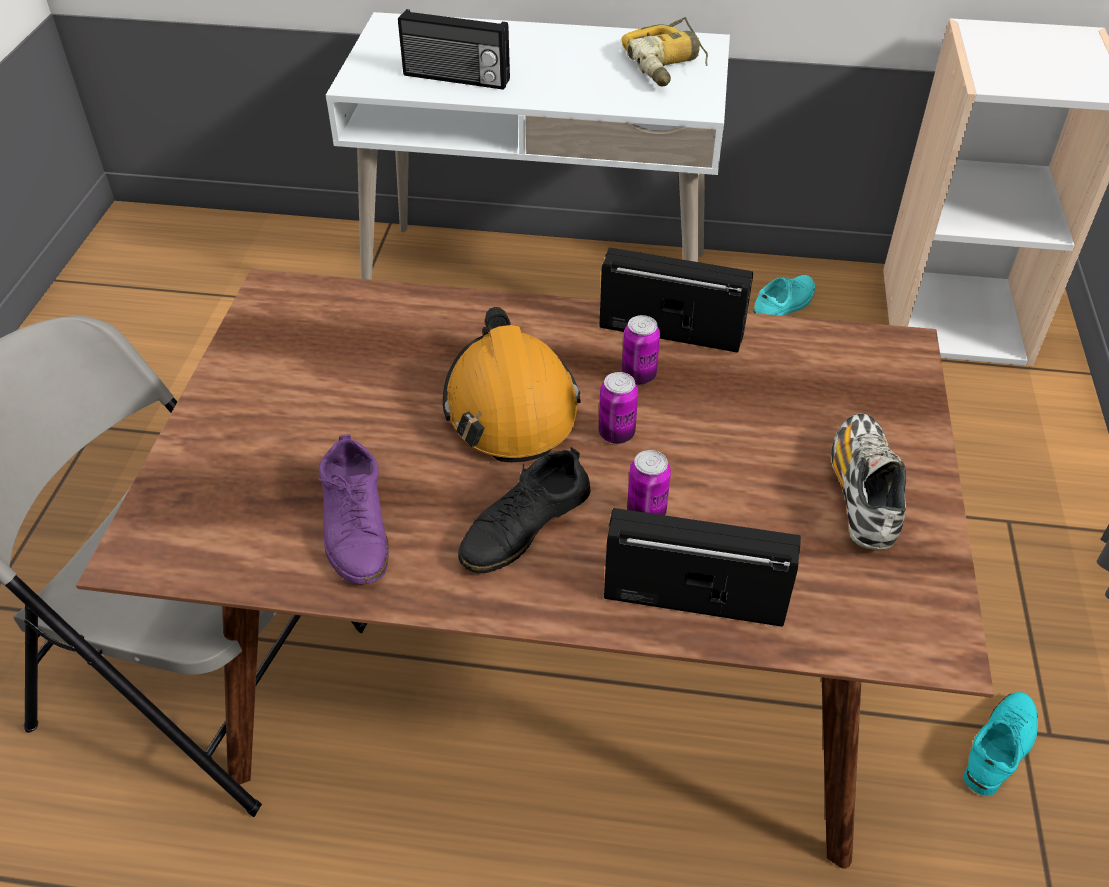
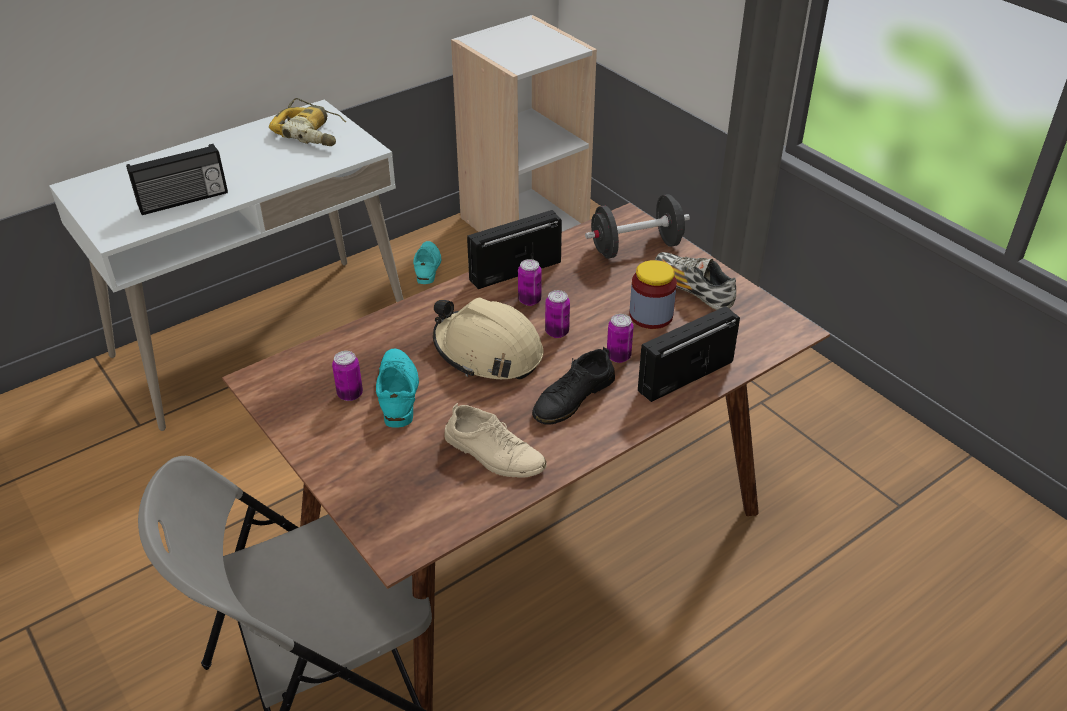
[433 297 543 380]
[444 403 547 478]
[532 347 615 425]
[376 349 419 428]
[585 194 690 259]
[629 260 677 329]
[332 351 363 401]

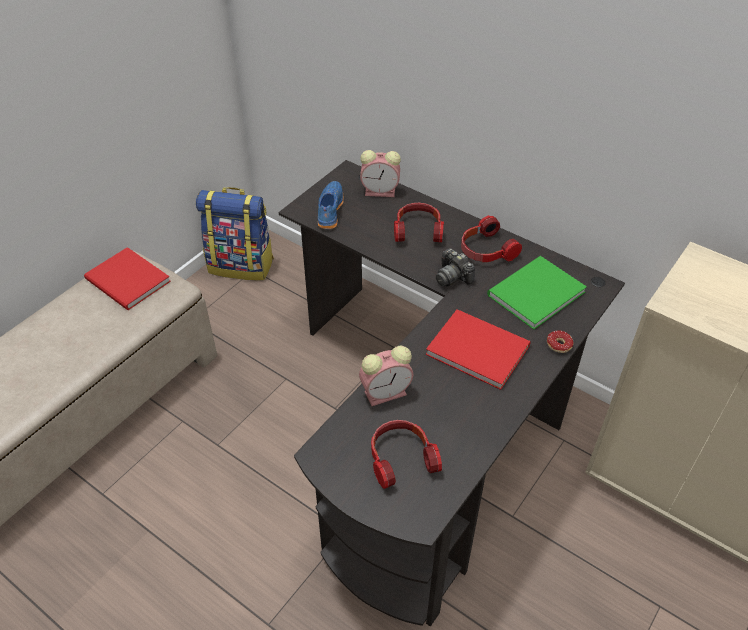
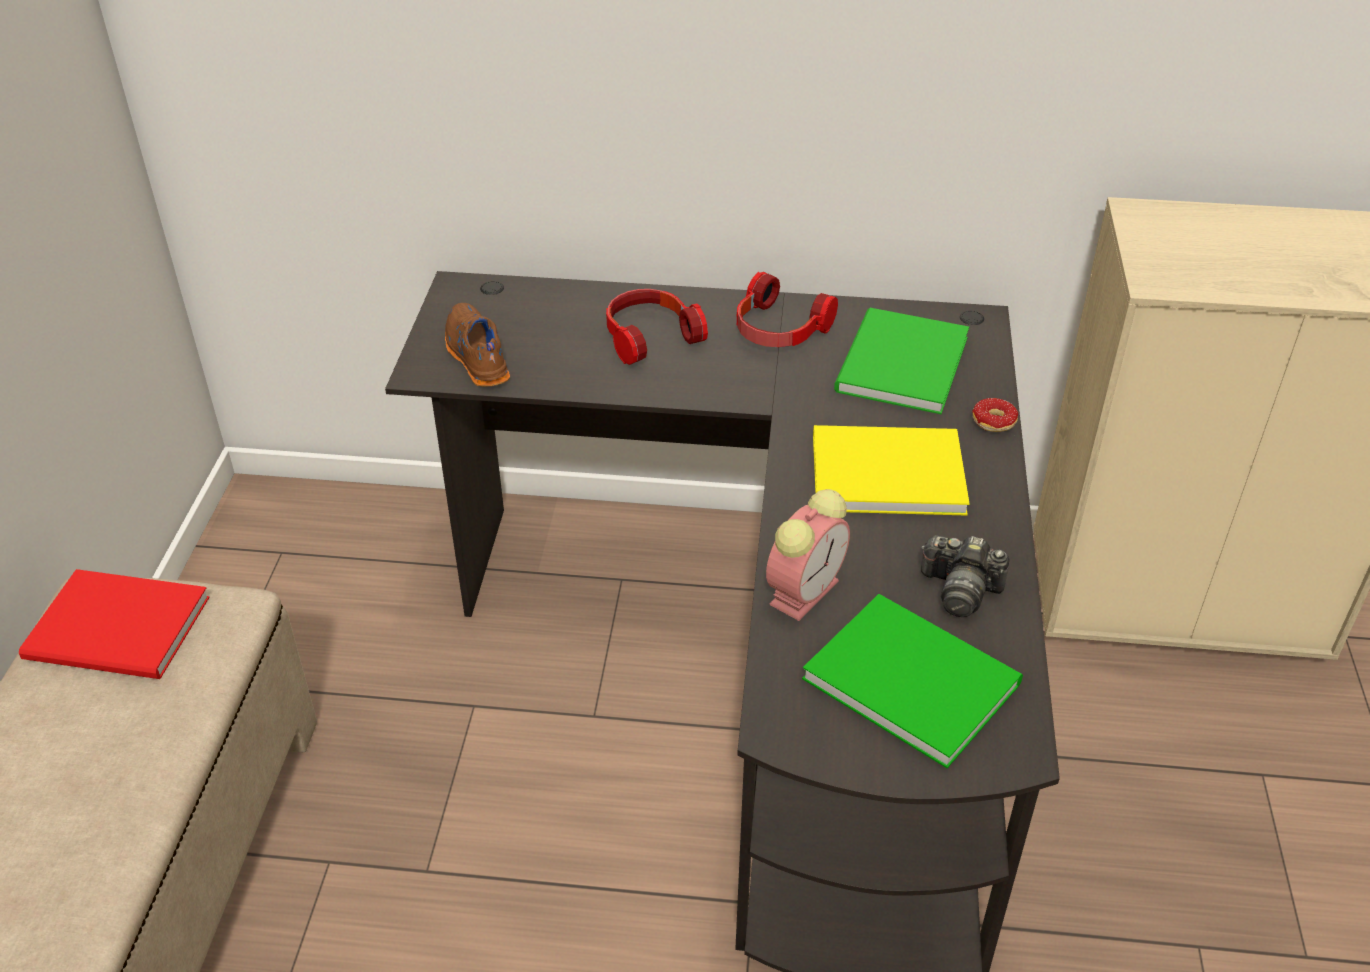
[360 150 401 197] (first image)
[445 303 510 387]
[196 187 274 280] (first image)
[921 535 1010 617]
[813 425 970 516]
[802 594 1023 768]

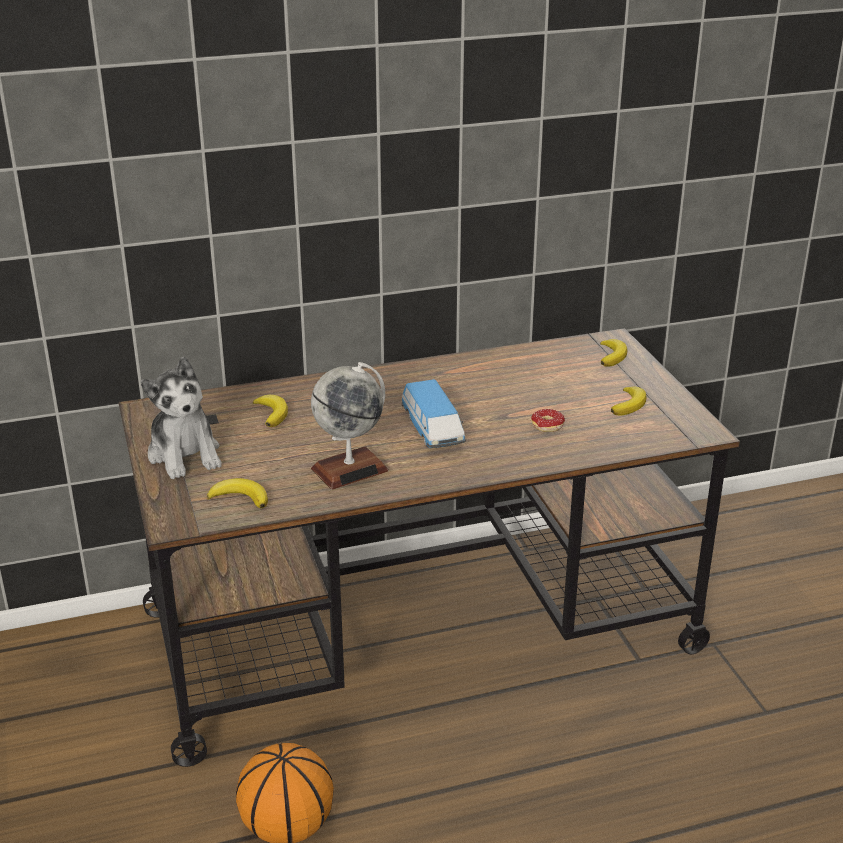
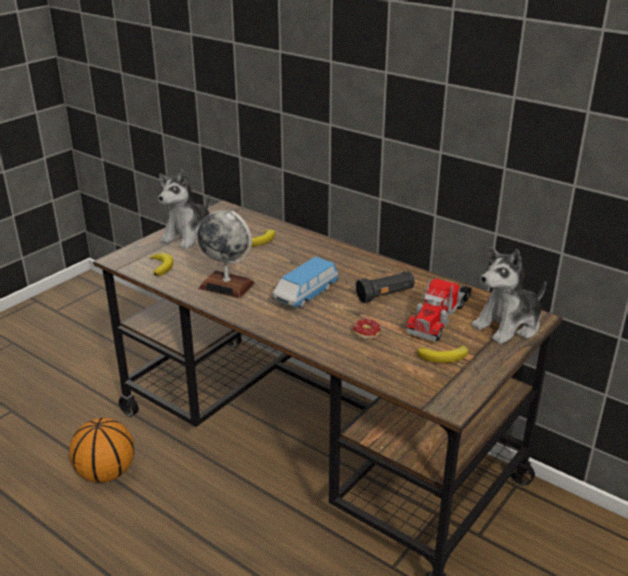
[472 247 547 344]
[355 271 415 303]
[407 278 472 341]

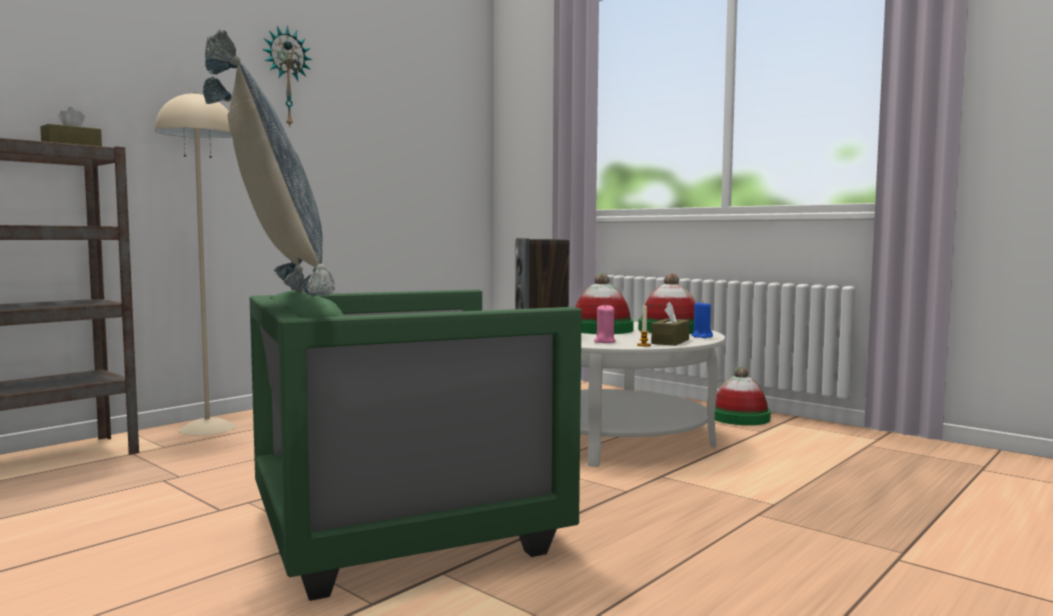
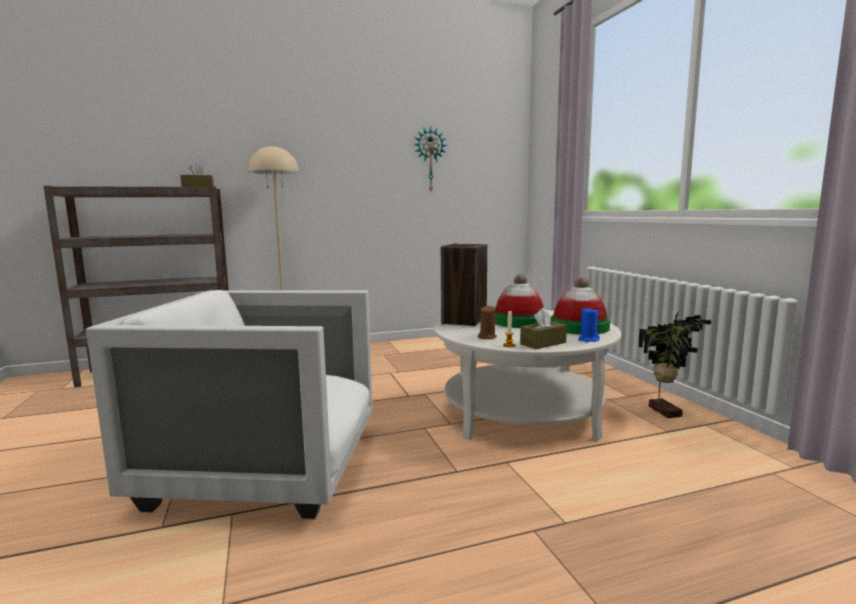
[414 126 447 191]
[202 29 335 297] (first image)
[86 290 373 519]
[478 305 497 339]
[638 312 711 418]

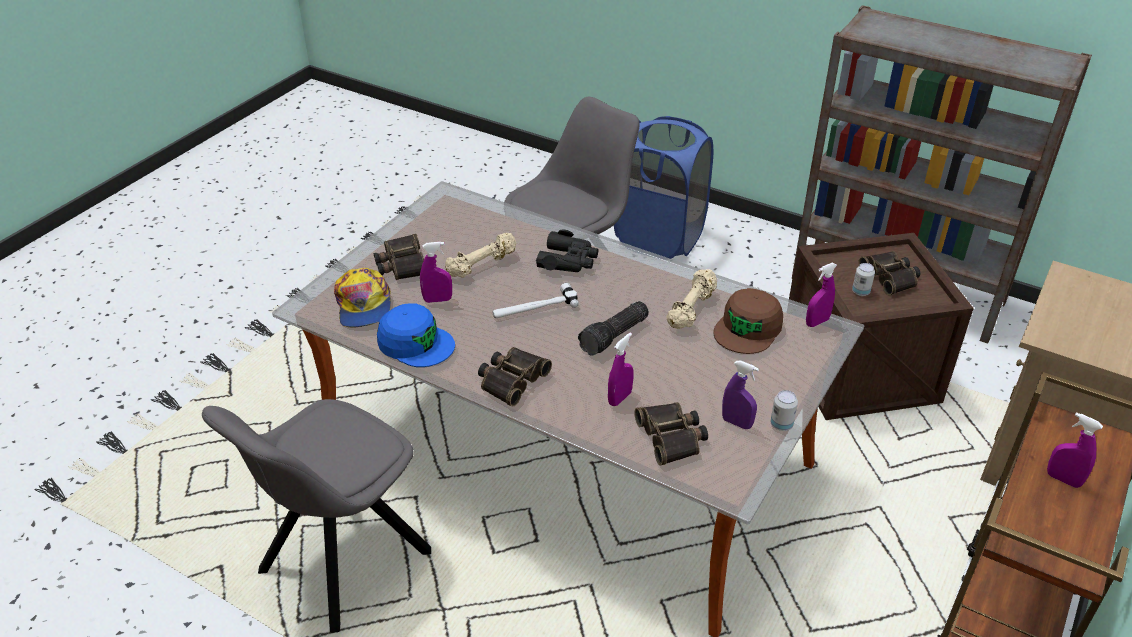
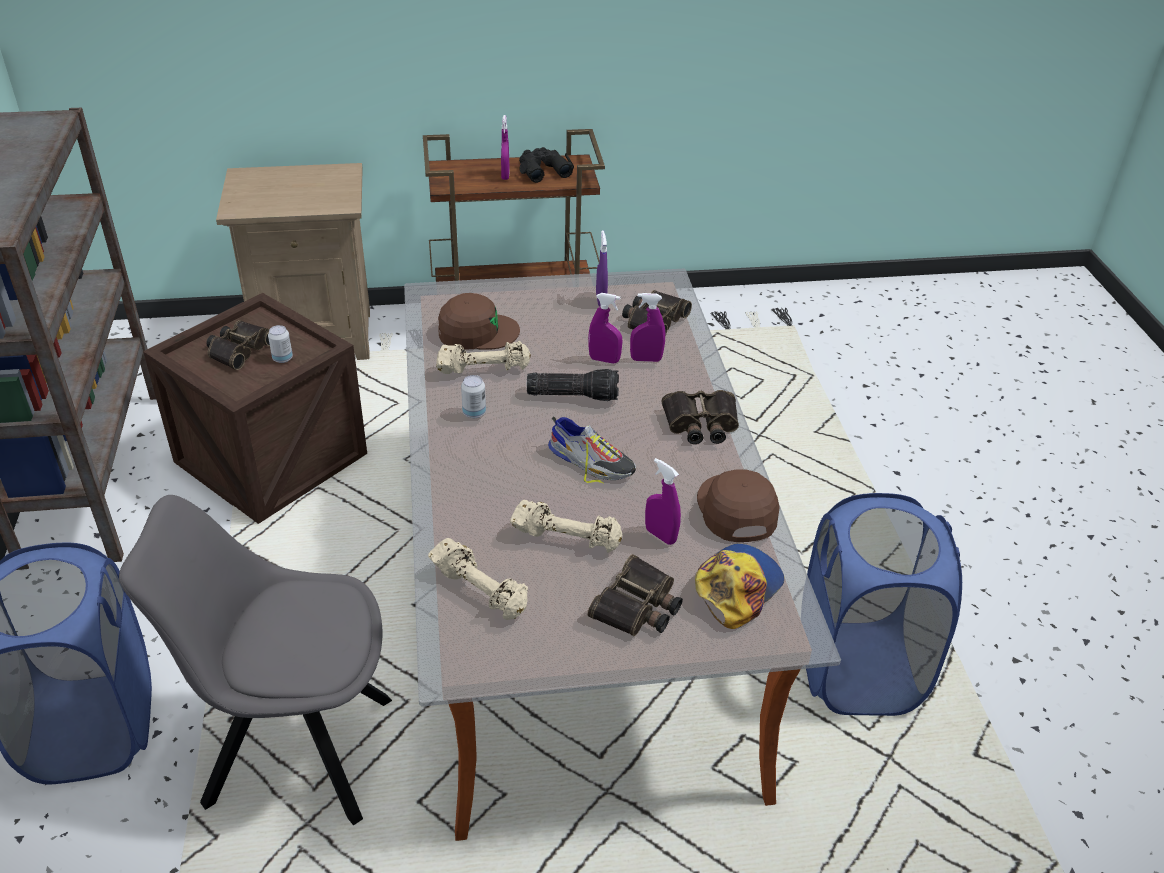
[519 147 574 183]
[588 293 622 364]
[548 416 636 483]
[697 469 780 542]
[461 375 486 418]
[806 493 962 716]
[428 538 528 620]

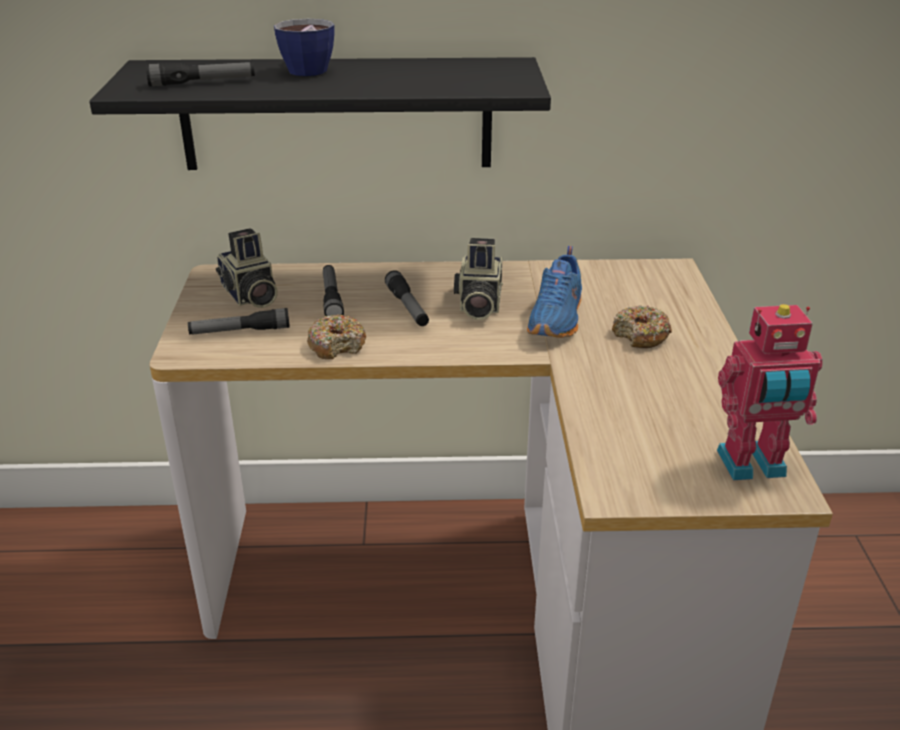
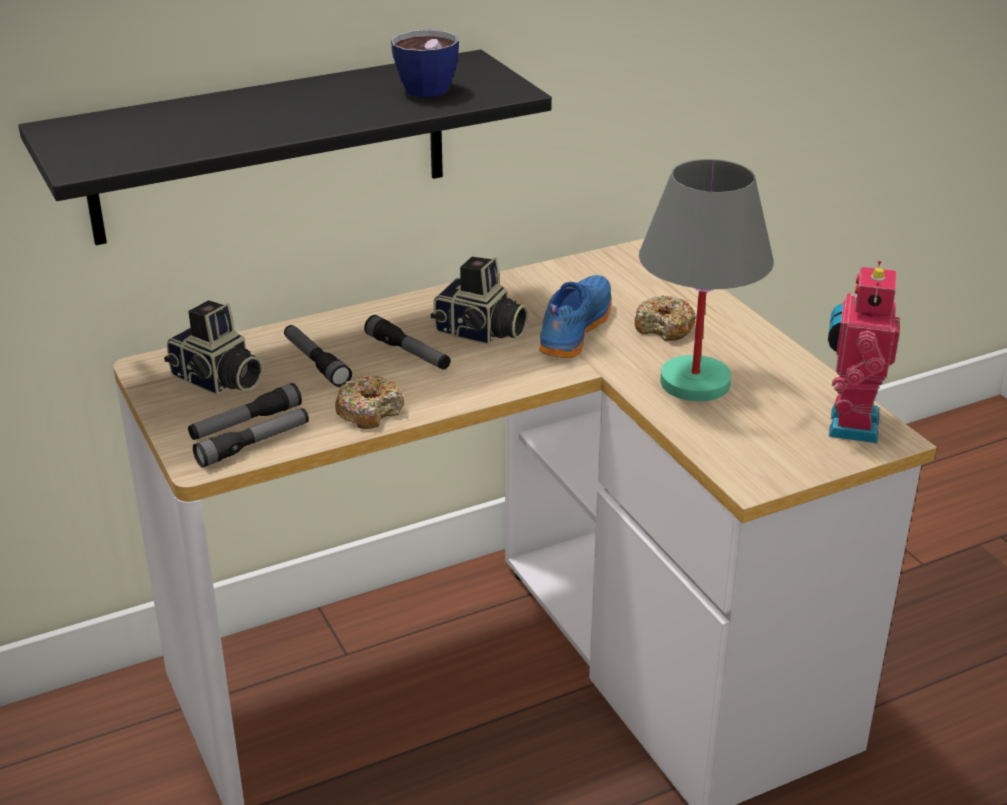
[391 30 459 98]
[193 408 309 468]
[430 257 528 345]
[539 275 612 358]
[828 261 900 443]
[639 159 774 402]

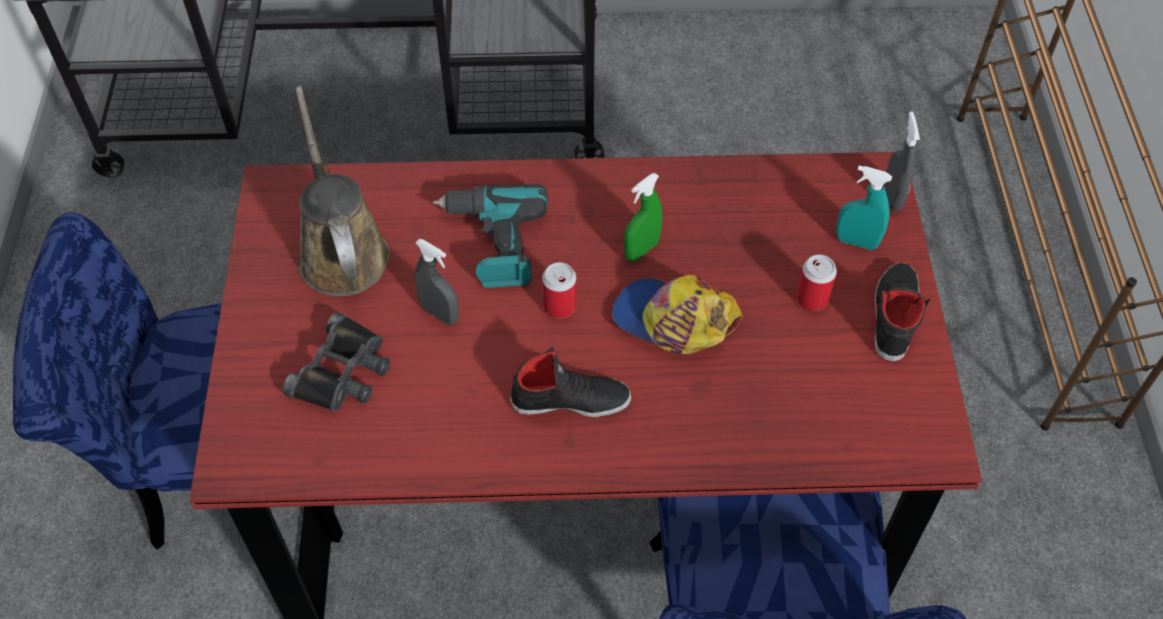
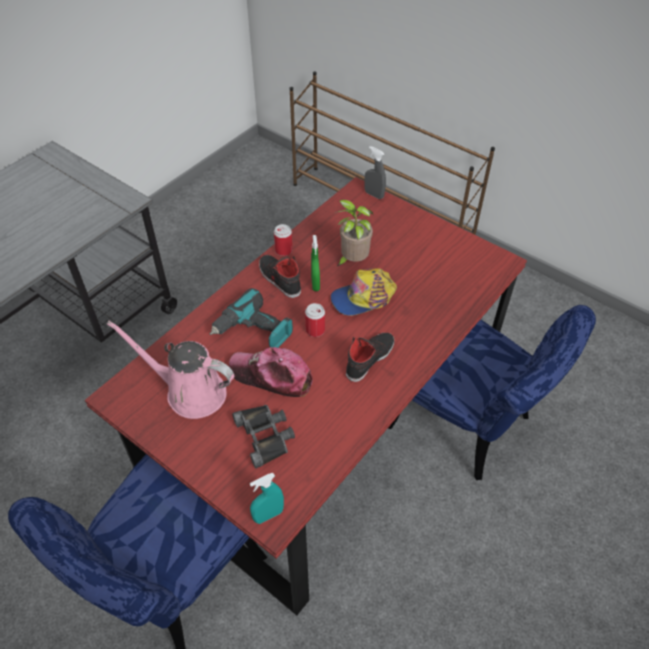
[107 321 234 419]
[250 473 284 524]
[229 347 313 397]
[274 224 293 256]
[259 255 301 298]
[336 200 374 267]

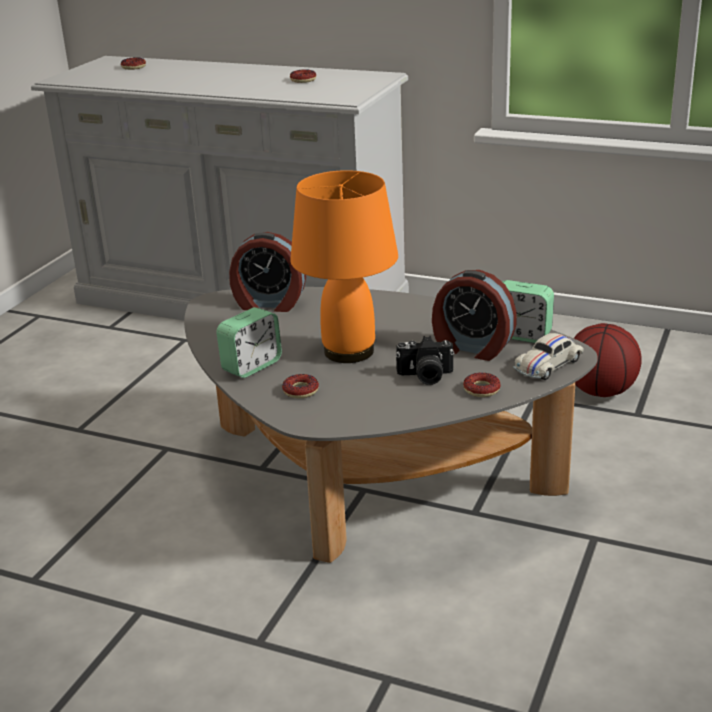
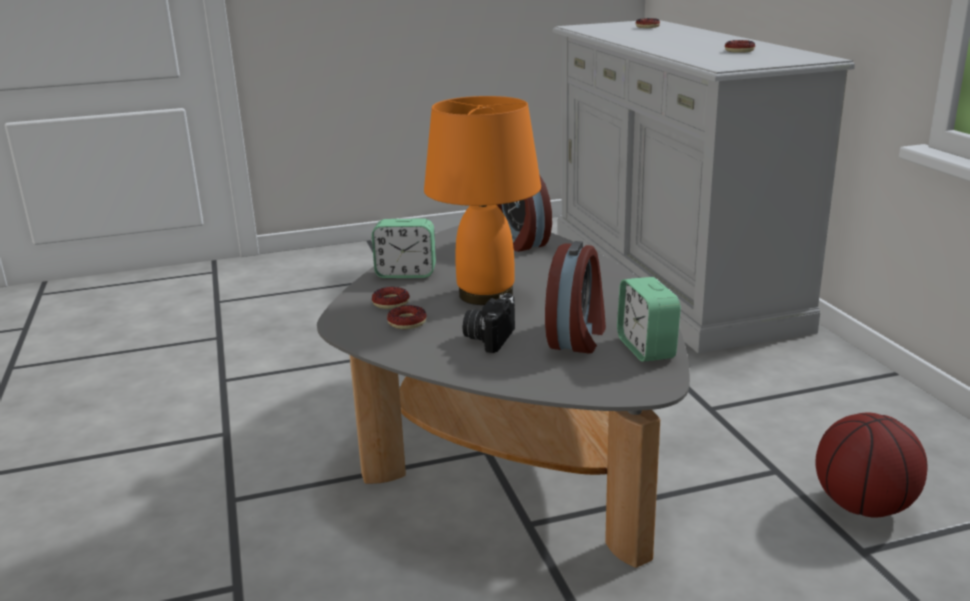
[545 241 606 353]
[513 333 584 380] (first image)
[463 293 515 353]
[387 305 427 329]

